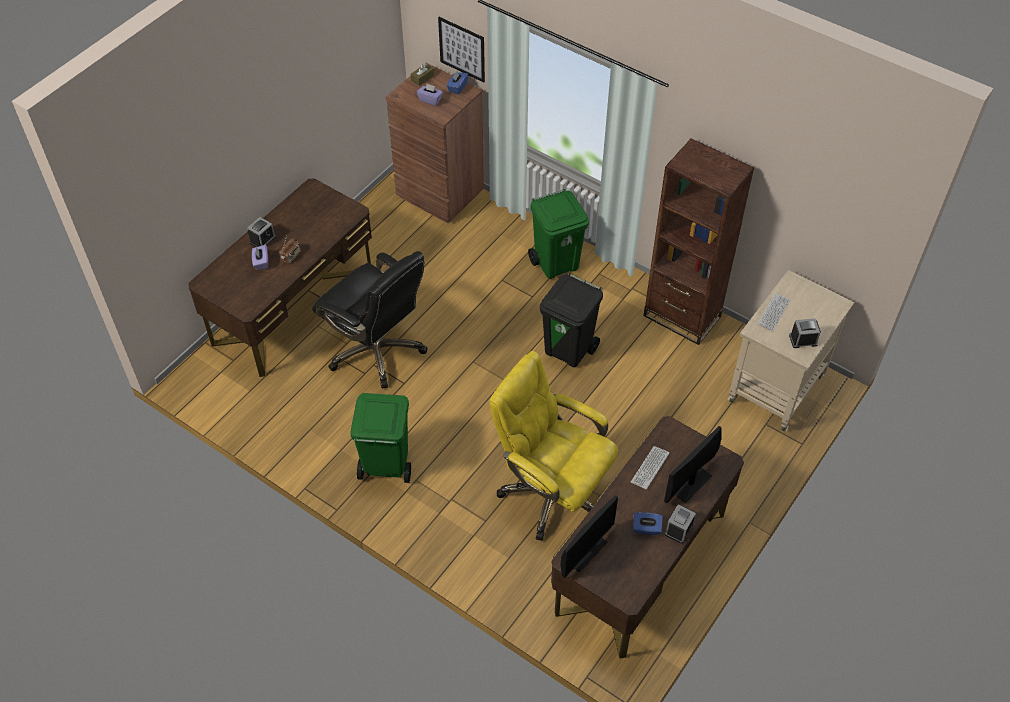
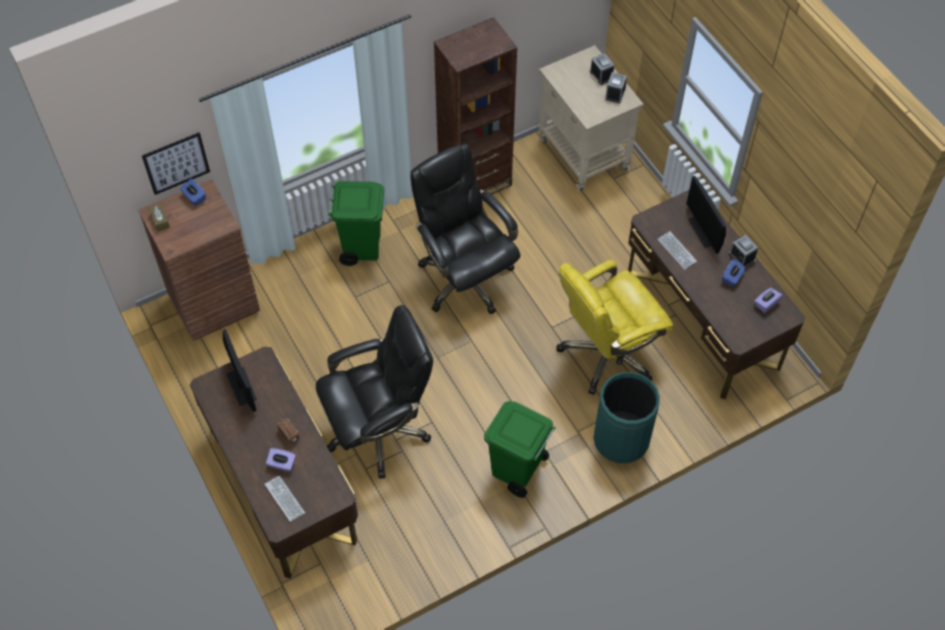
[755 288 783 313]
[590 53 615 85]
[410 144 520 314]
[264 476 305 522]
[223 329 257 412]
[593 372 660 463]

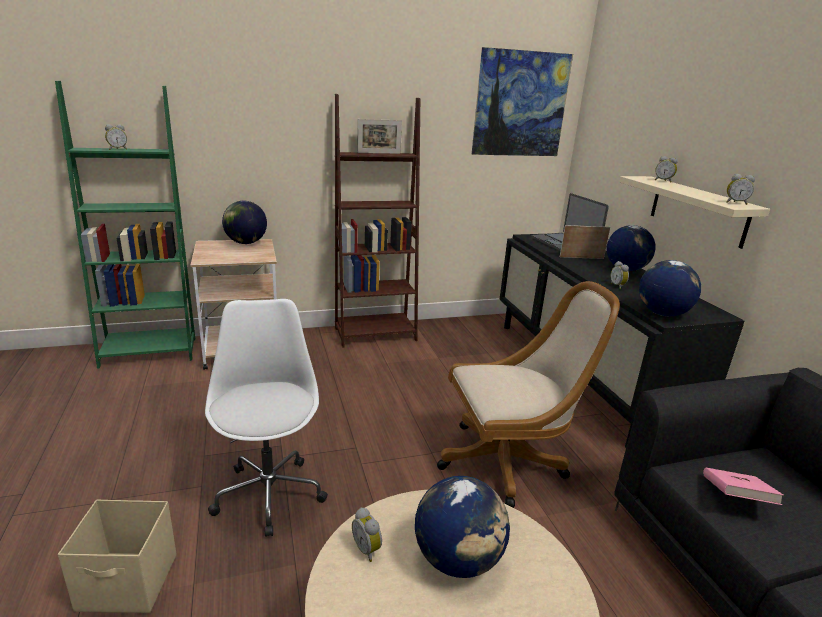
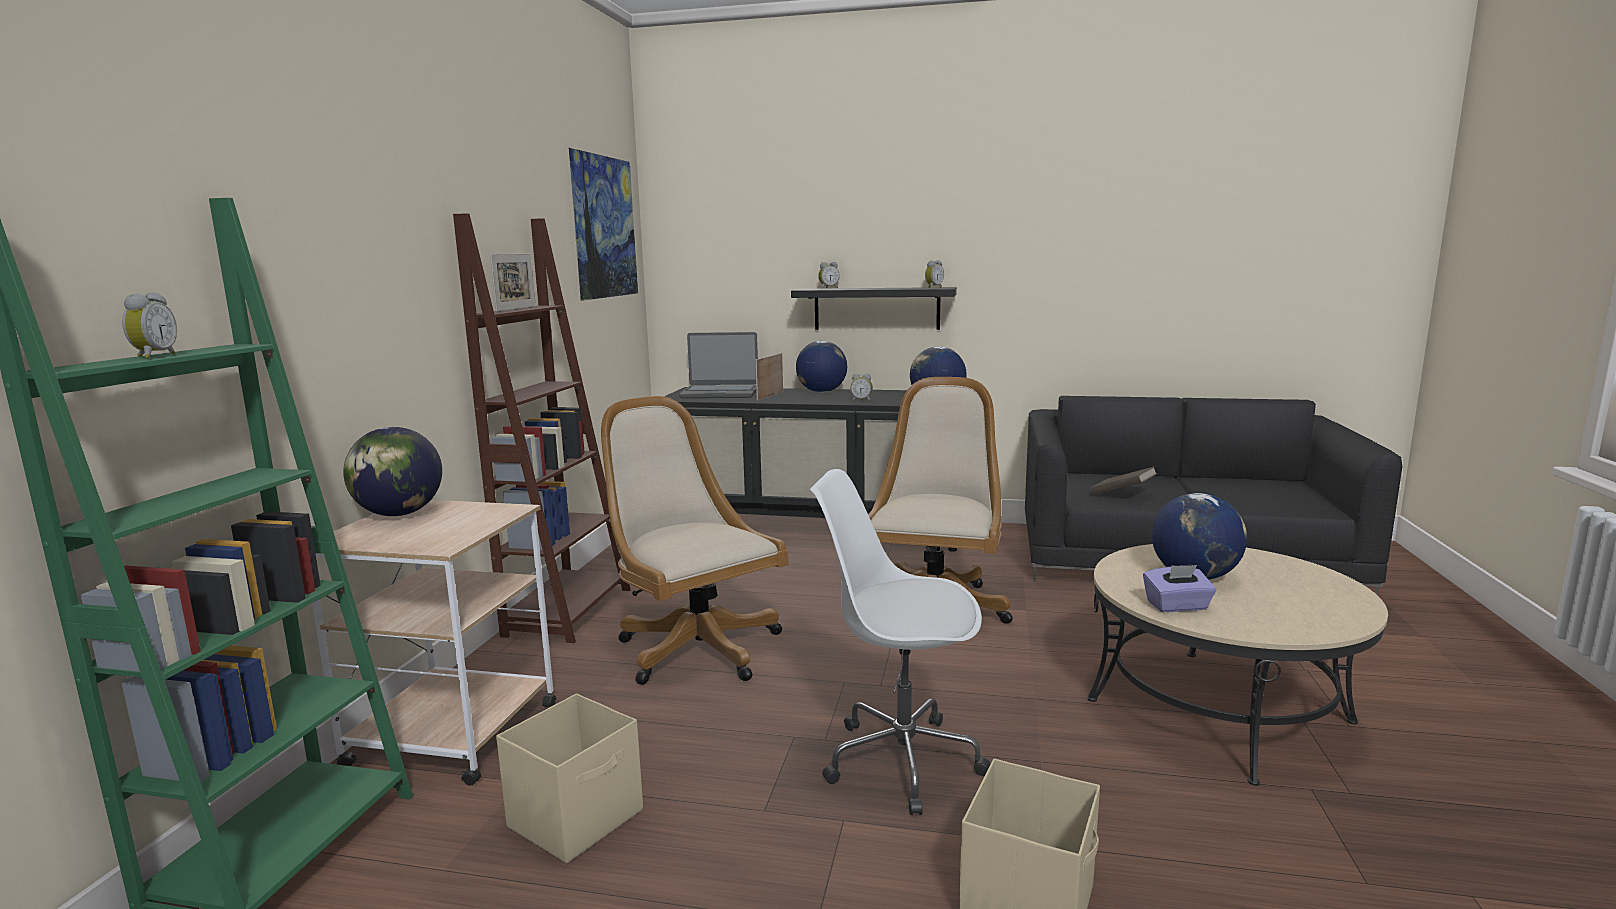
[791 287 957 330]
[1091 466 1156 495]
[1143 565 1216 612]
[601 396 789 685]
[496 694 643 863]

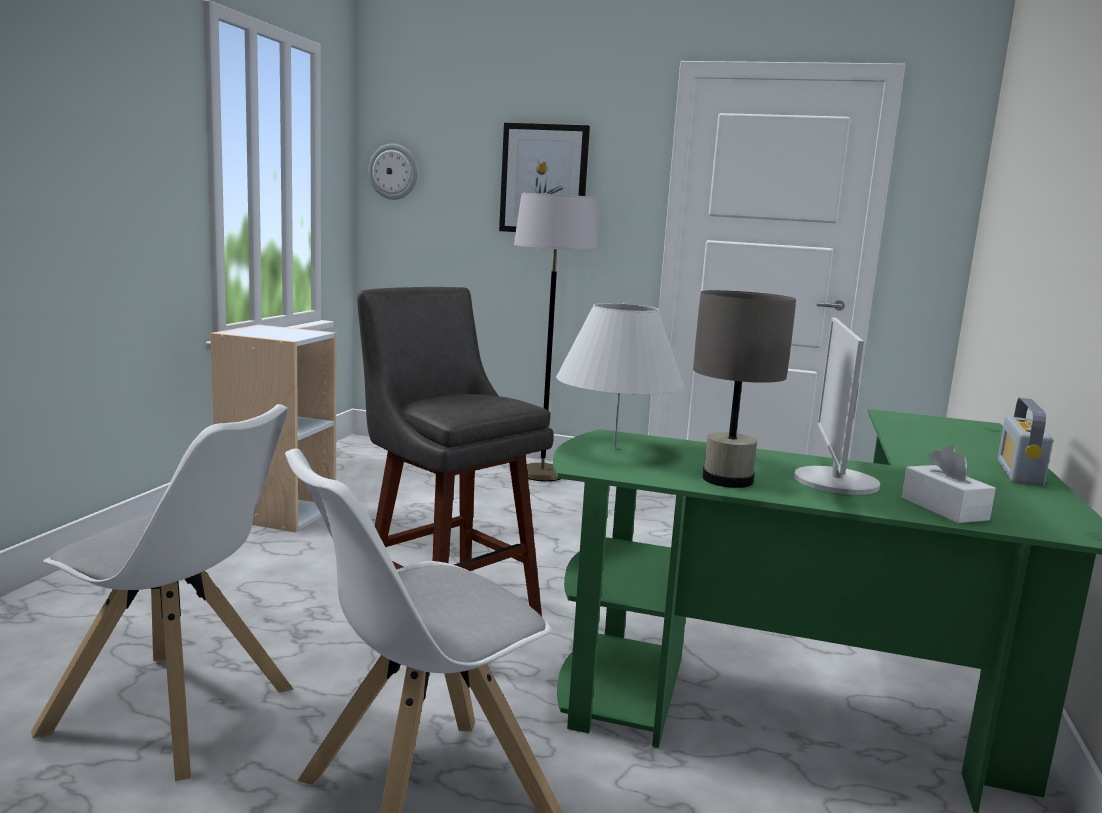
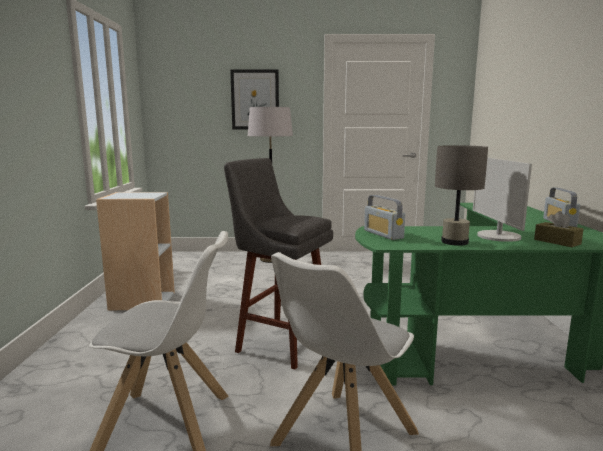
[368 144 418 200] (first image)
[364 195 405 240]
[534 211 584 247]

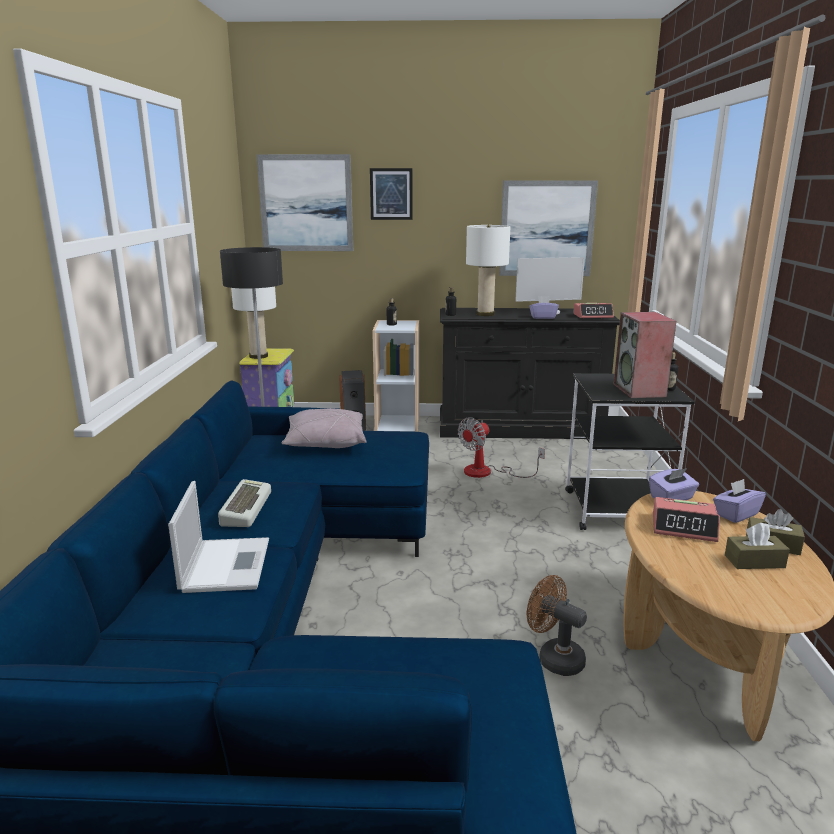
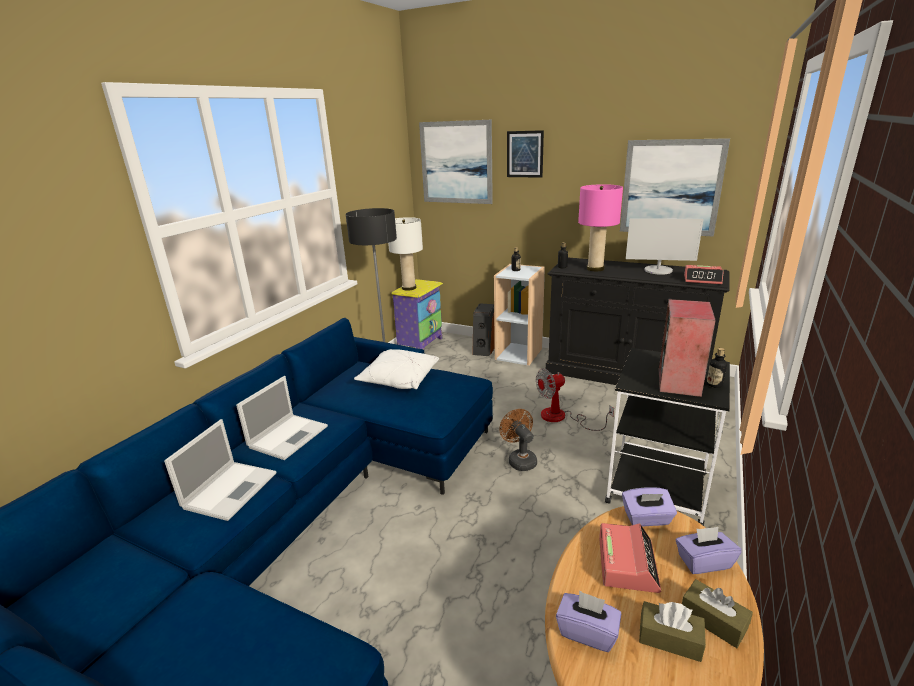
[578 184 623 271]
[556 590 621 652]
[354 349 439 389]
[236 376 328 460]
[599 523 661 593]
[499 409 537 471]

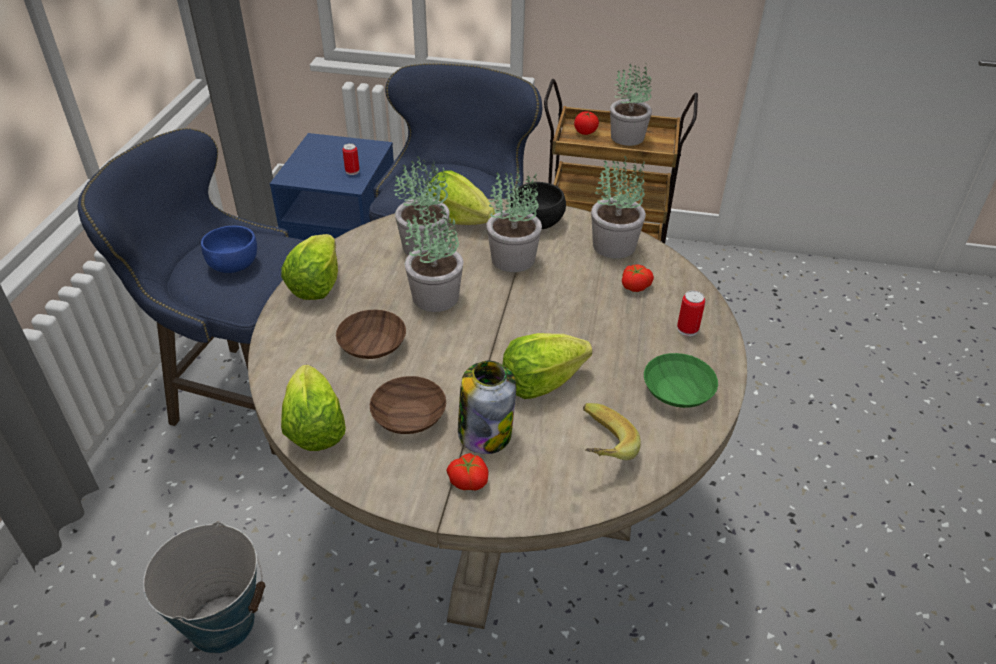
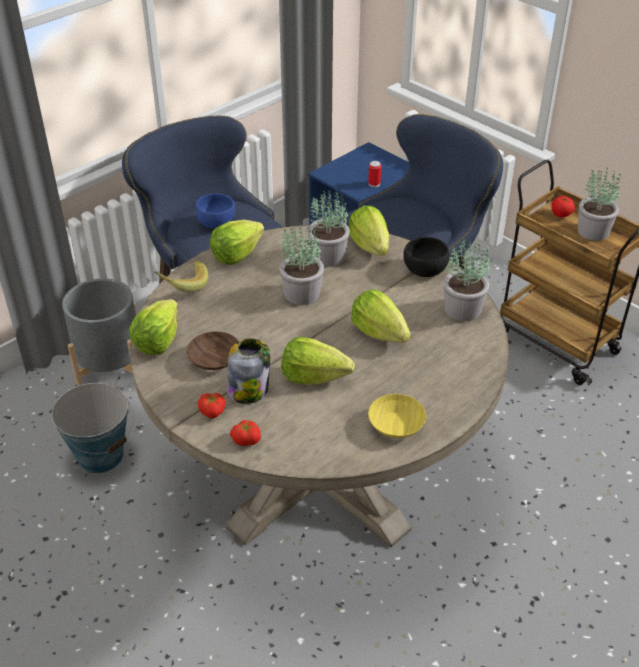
[487 168 542 272] (first image)
[230 420 261 446]
[677 290 705 336] (first image)
[336 310 406 359] (first image)
[368 394 426 438]
[154 261 208 292]
[62 278 137 386]
[351 289 411 343]

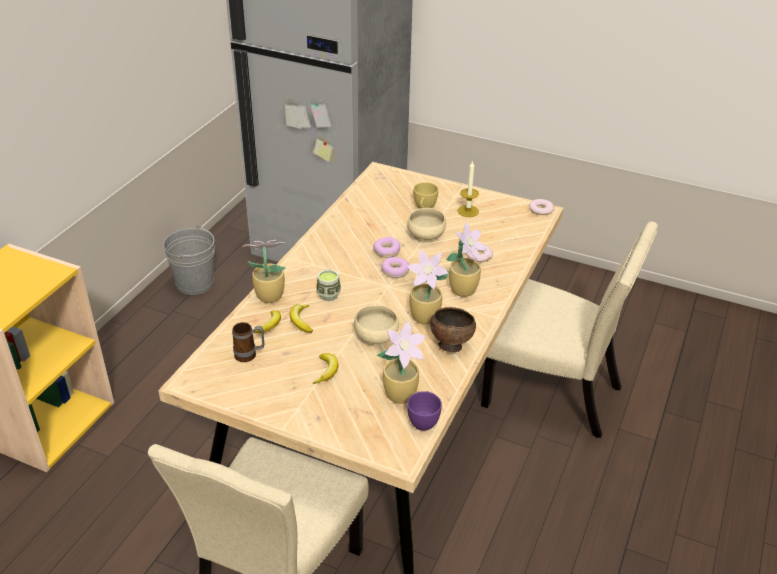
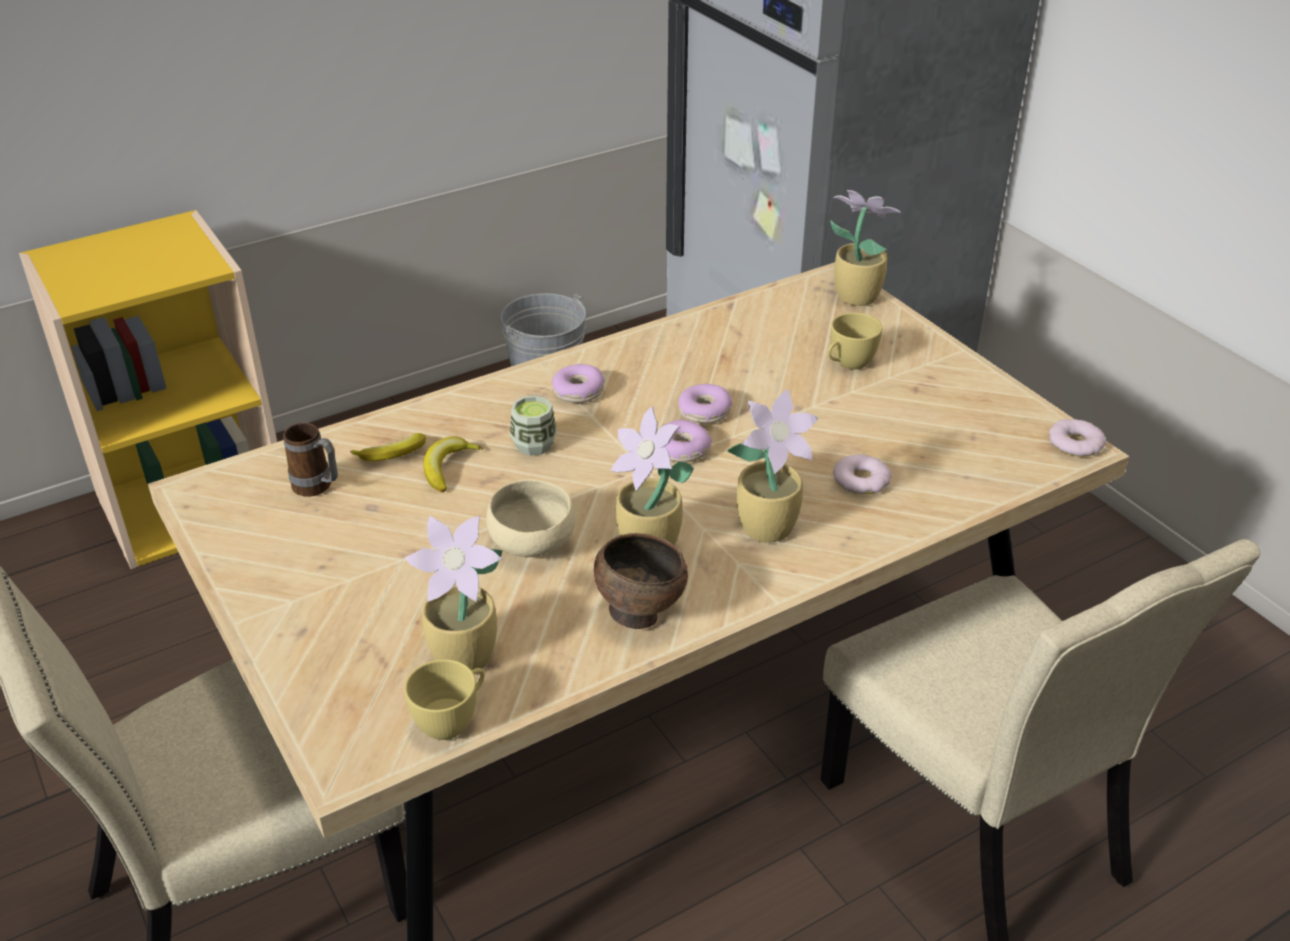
[458 160 479 217] (first image)
[407 208 446 240] (first image)
[830 190 900 306]
[313 353 338 384] (first image)
[404 659 485 740]
[551 364 605 403]

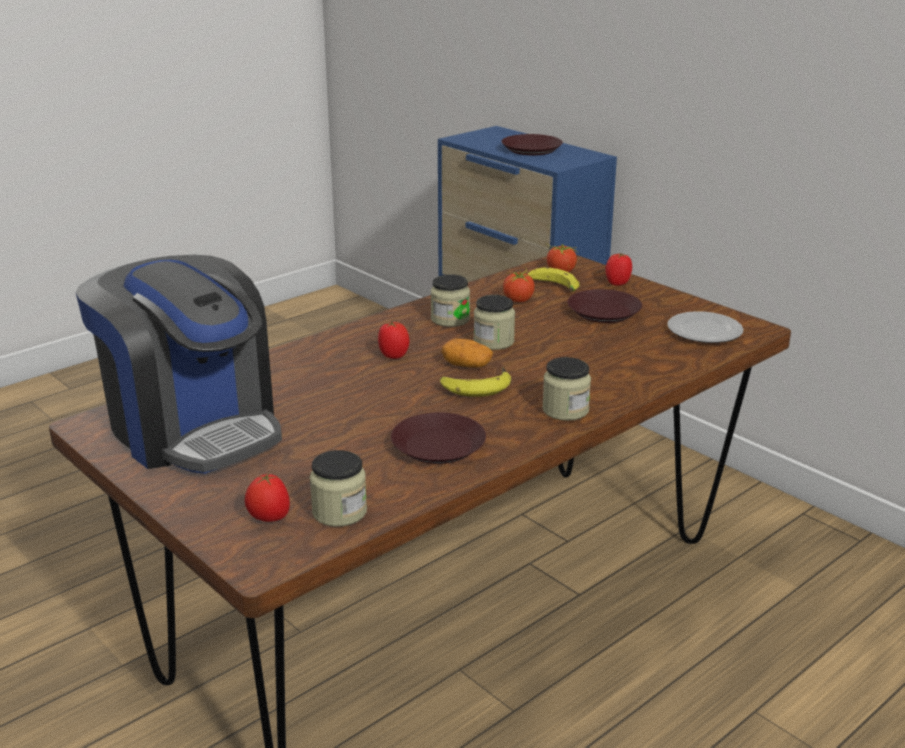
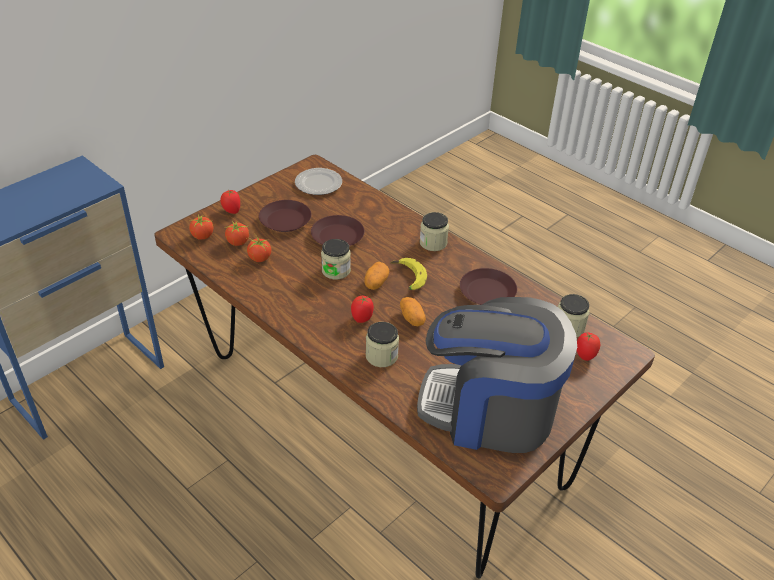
[311 215 364 246]
[417 297 577 453]
[224 221 249 246]
[366 322 399 367]
[400 297 426 326]

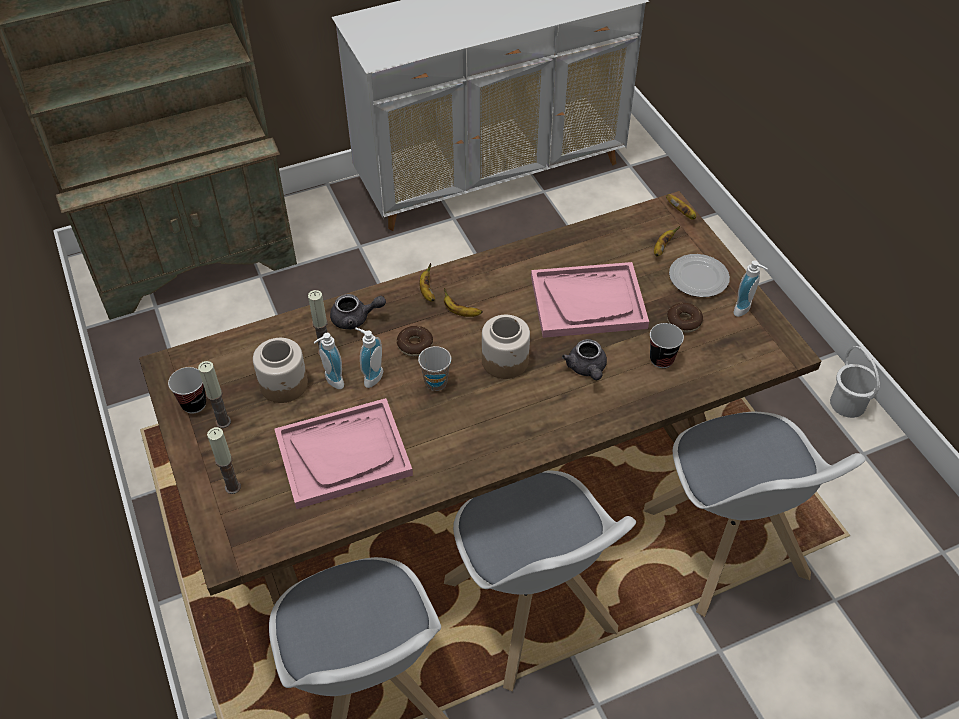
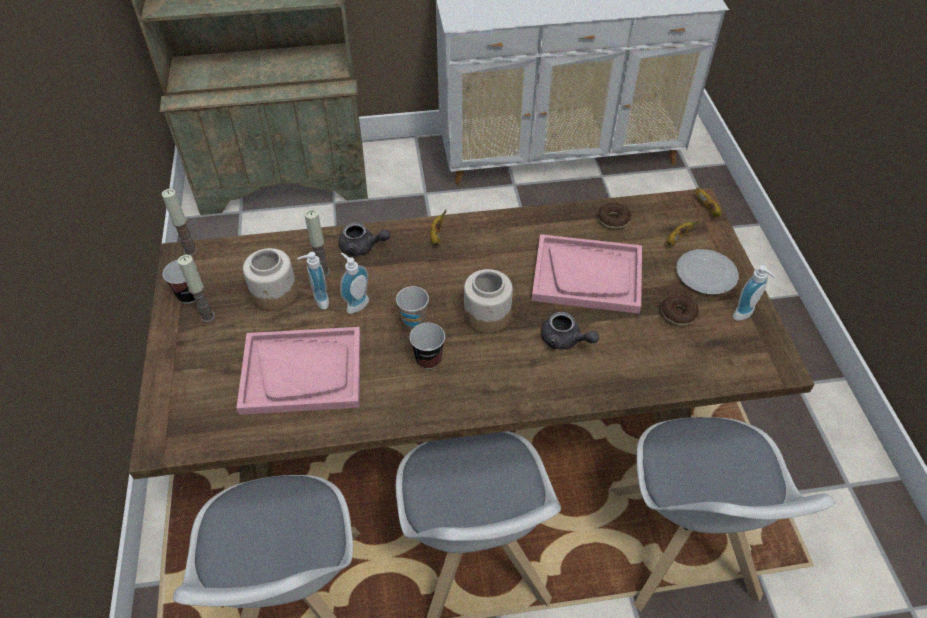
[444 288 483 317] (first image)
[410 323 445 369]
[598 203 631 229]
[541 312 599 349]
[830 346 880 418] (first image)
[162 189 198 256]

